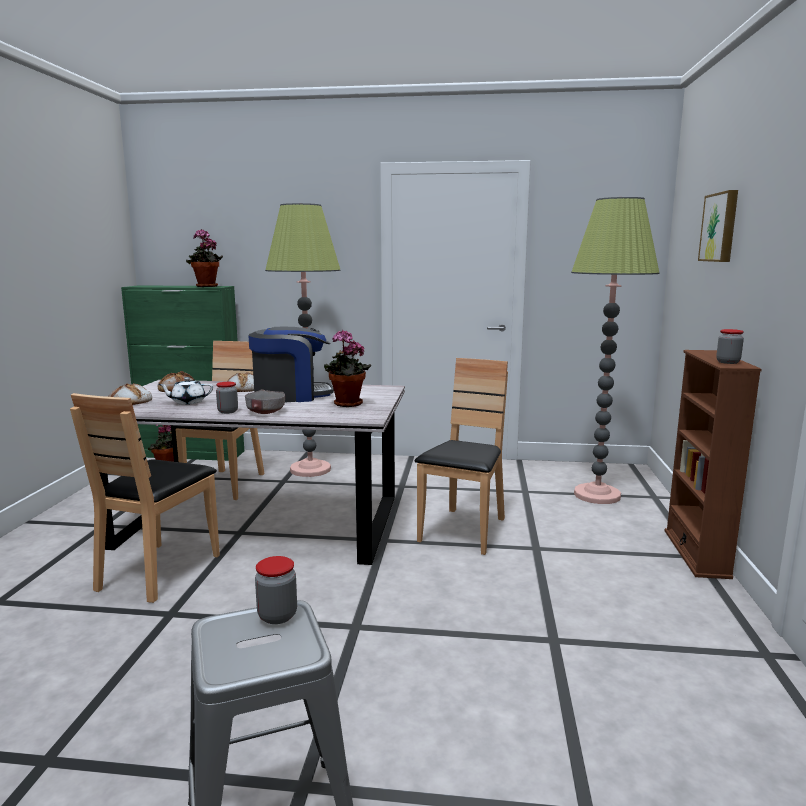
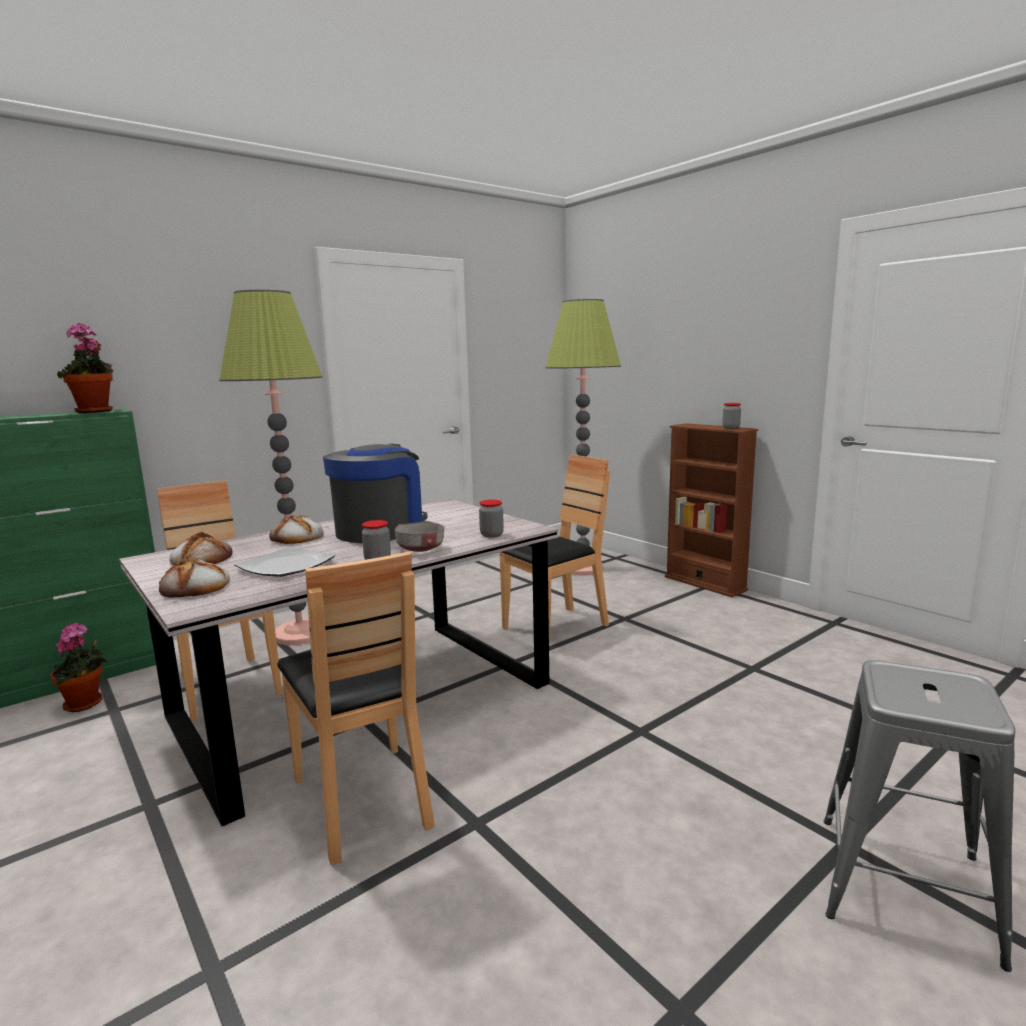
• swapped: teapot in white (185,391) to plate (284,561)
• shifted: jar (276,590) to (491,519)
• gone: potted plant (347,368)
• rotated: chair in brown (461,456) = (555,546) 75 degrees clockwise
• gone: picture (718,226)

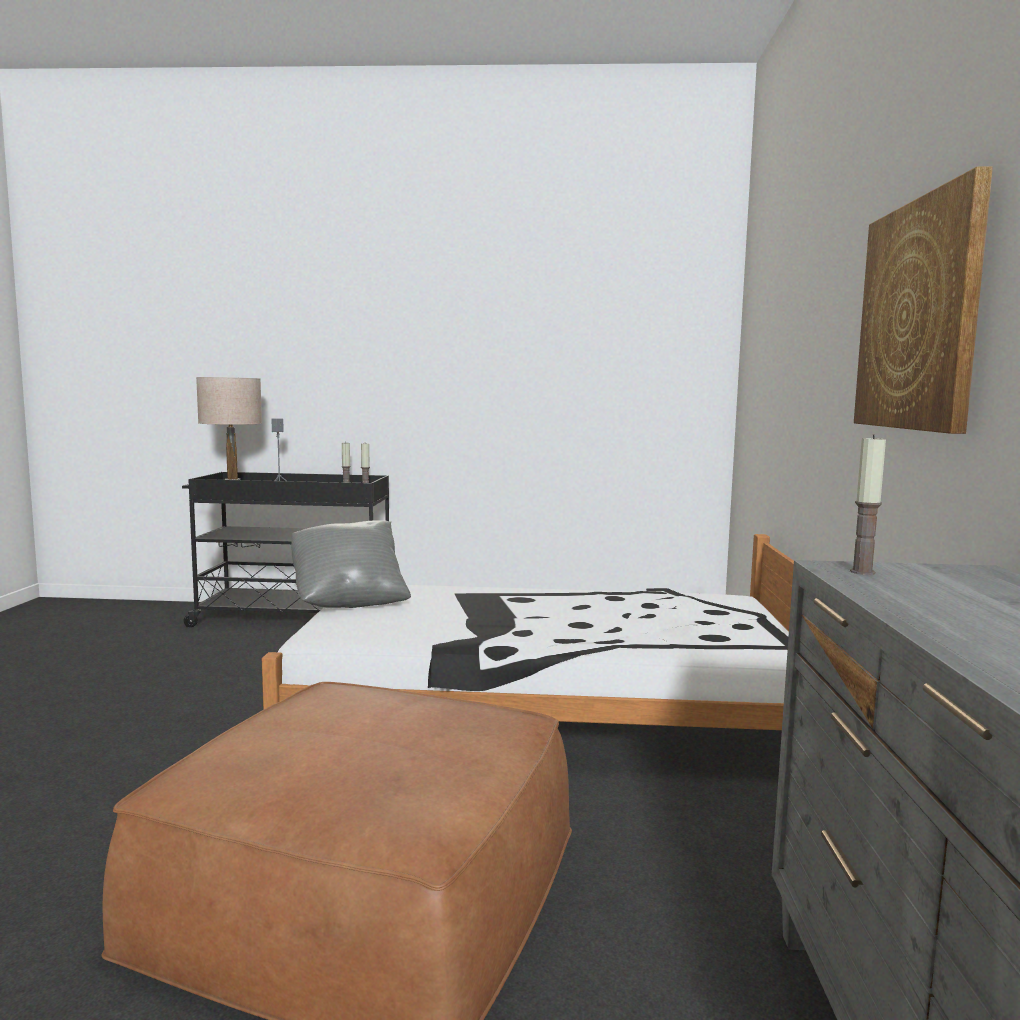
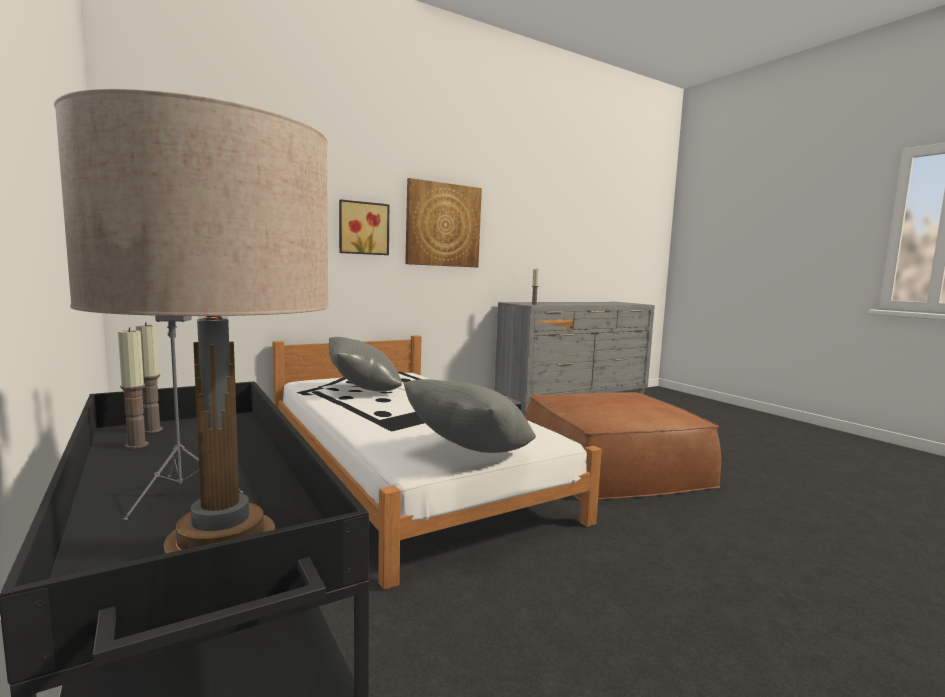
• new: pillow in grey (365,364)
• new: picture (364,227)

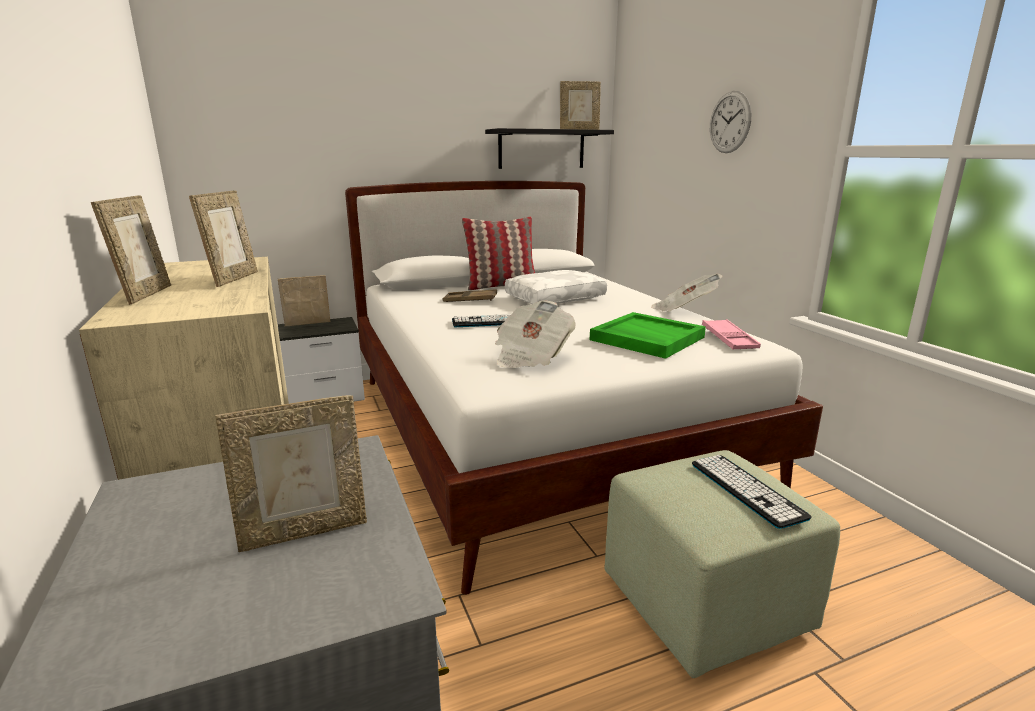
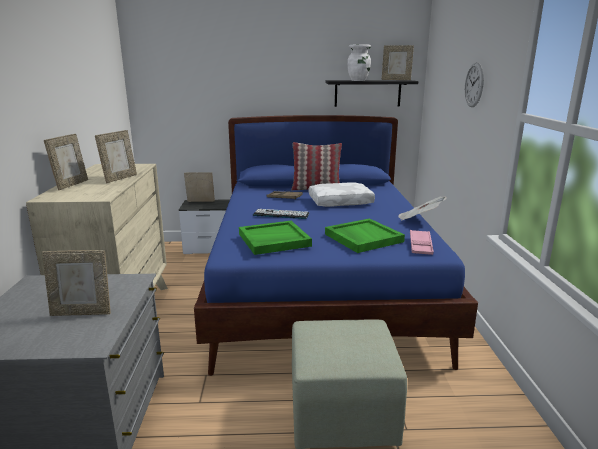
• repainted: bed in white (584,388) to bed in blue (336,245)
• swapped: newspaper (535,334) to tray in green (275,238)
• gone: keyboard (752,492)
• new: vase in white (359,62)

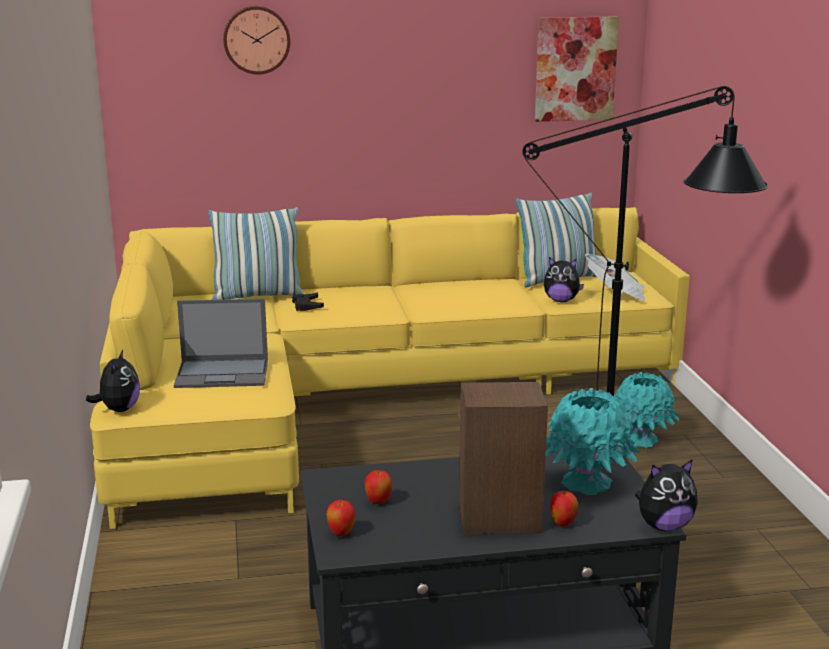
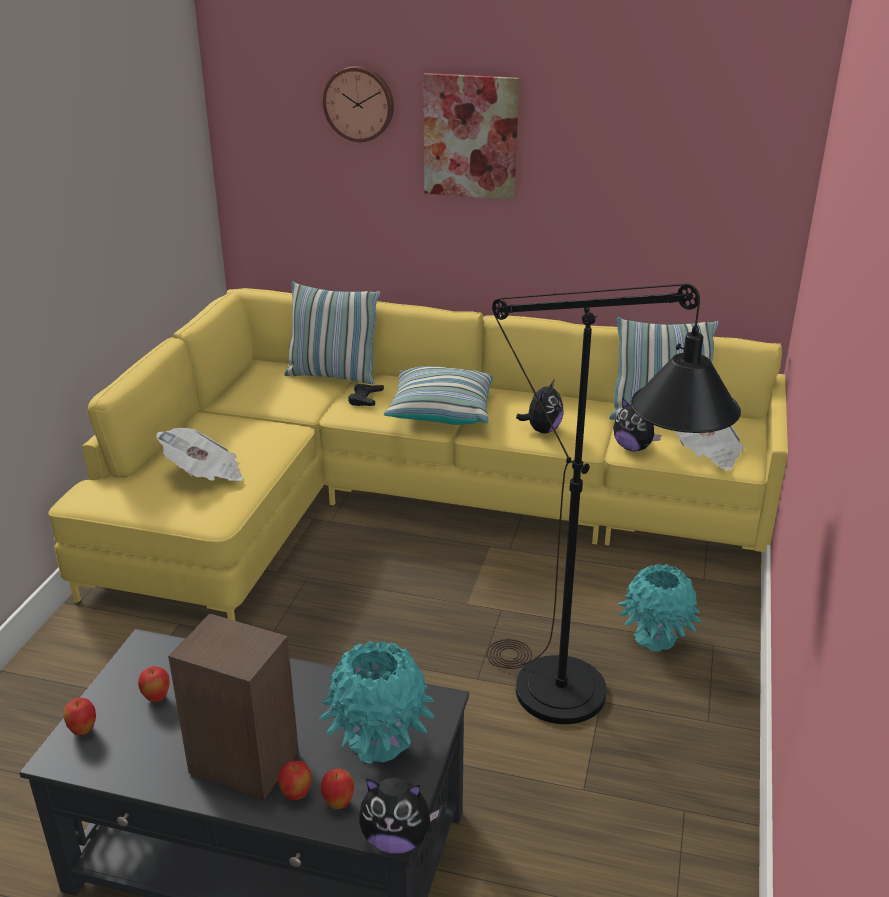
• shifted: plush toy (113,381) to (540,406)
• swapped: laptop (221,343) to newspaper (199,454)
• shifted: picture (577,69) to (471,136)
• new: apple (337,789)
• new: pillow (438,395)

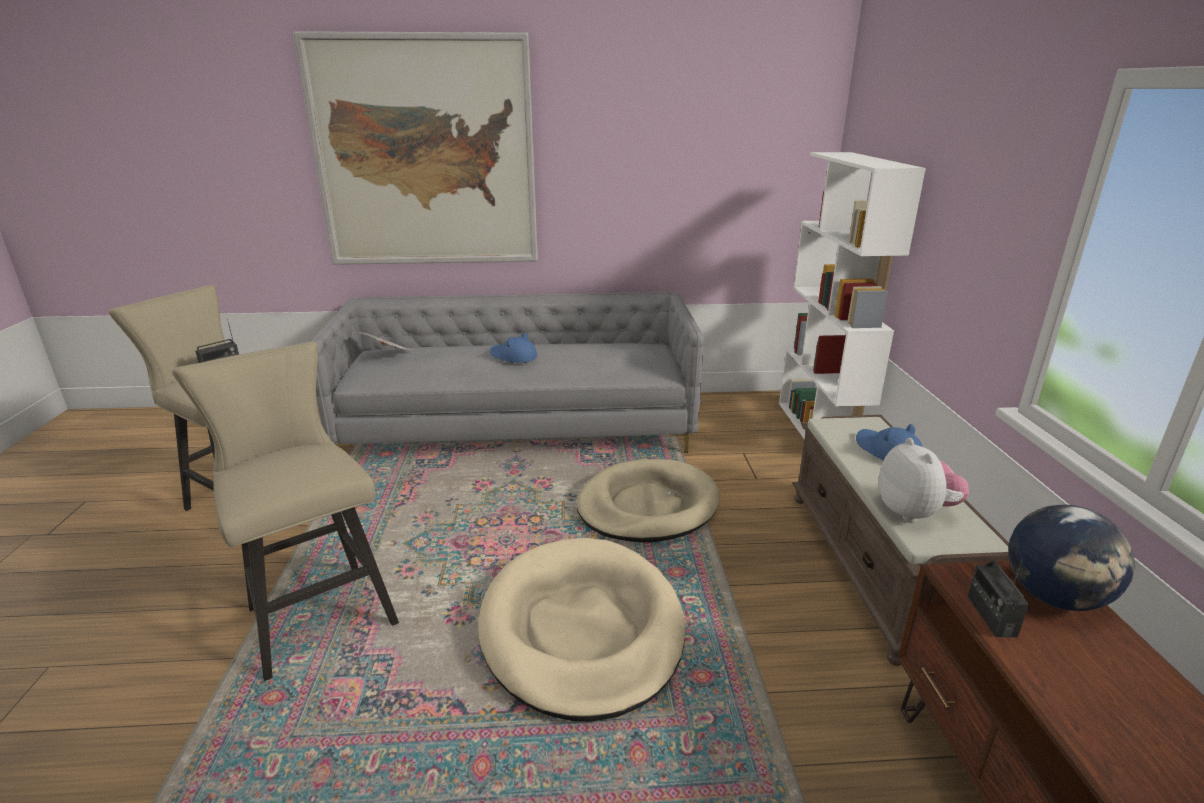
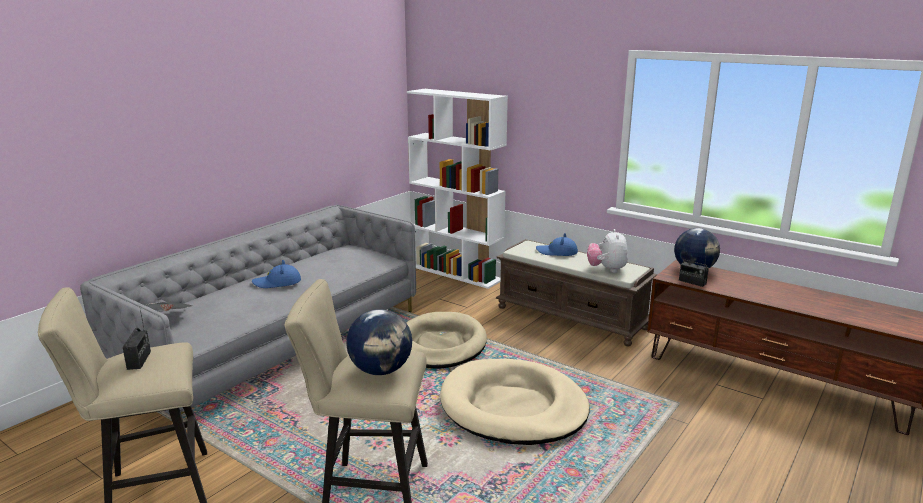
• gone: picture (415,148)
• rotated: plush toy (923,480) = (607,251) 120 degrees counterclockwise
• new: globe (379,342)

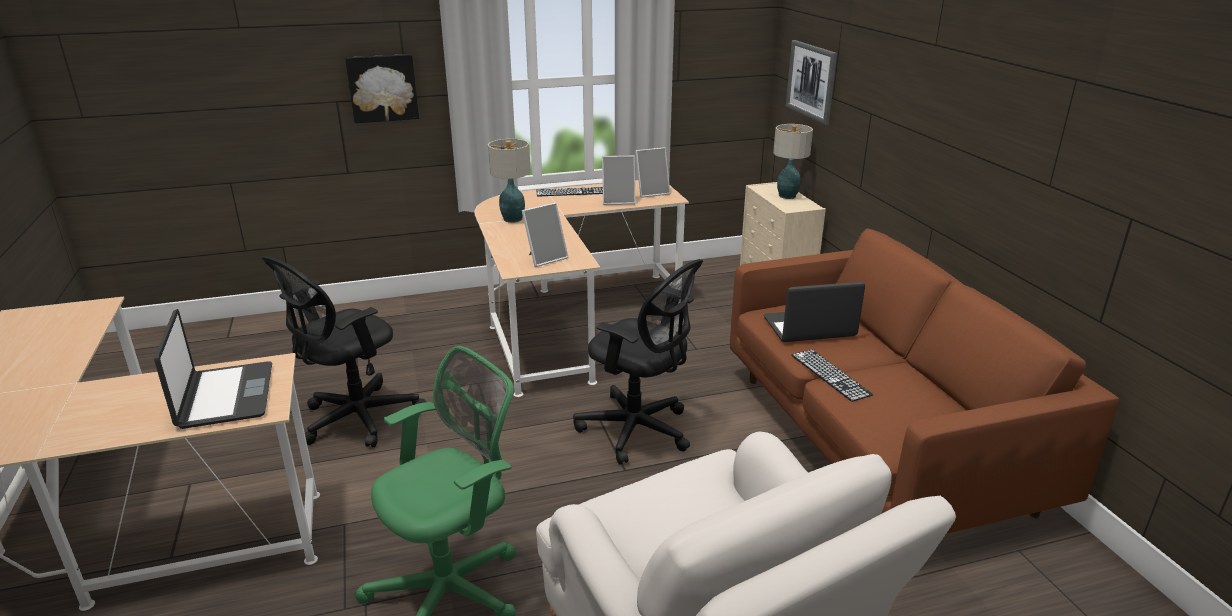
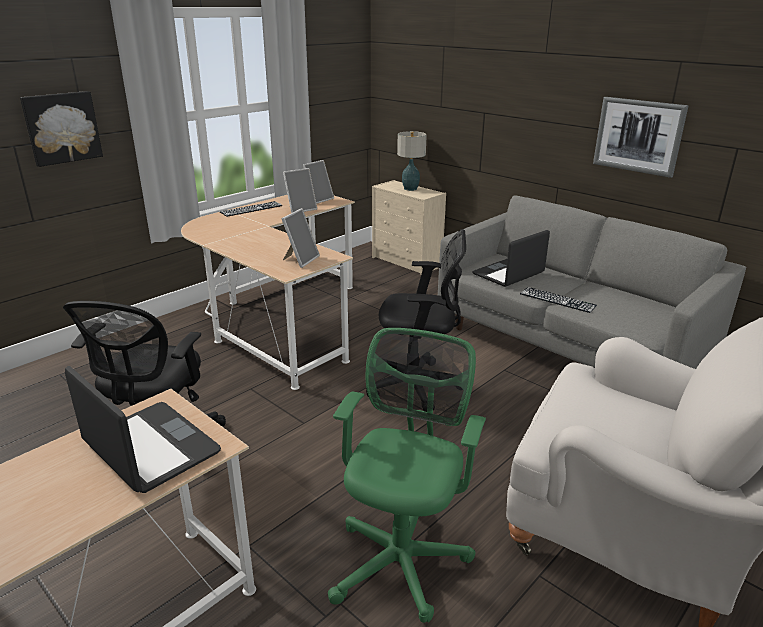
• gone: table lamp (509,181)
• repainted: sofa in brown (925,381) to sofa in grey (592,282)
• shifted: picture (811,82) to (641,137)

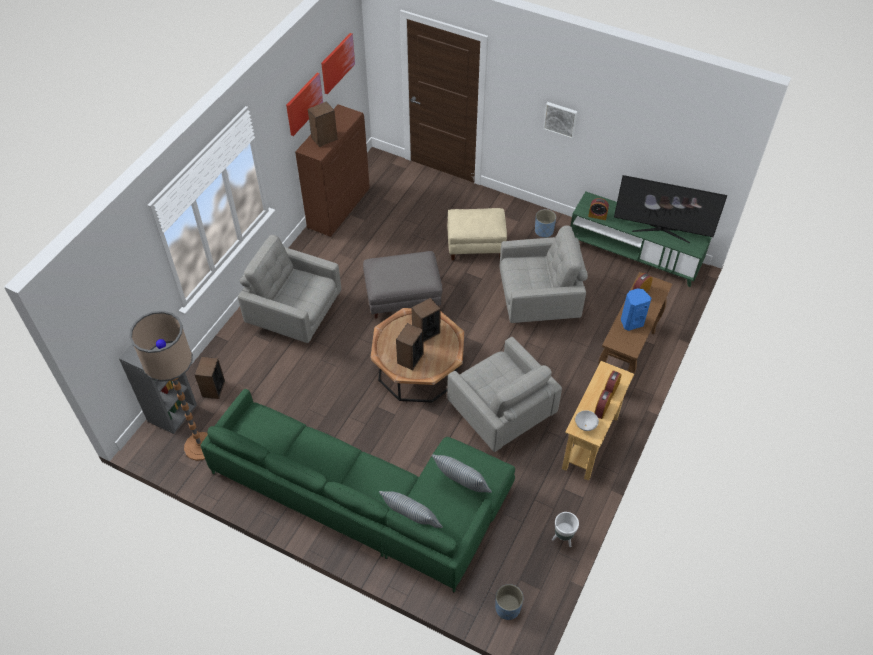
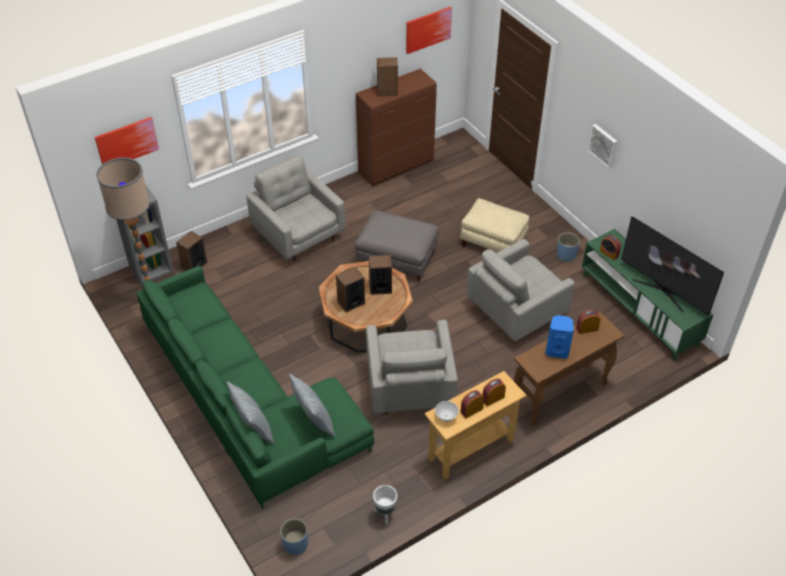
• shifted: picture (304,104) to (127,140)
• rotated: armchair in grey (544,274) = (520,290) 120 degrees clockwise

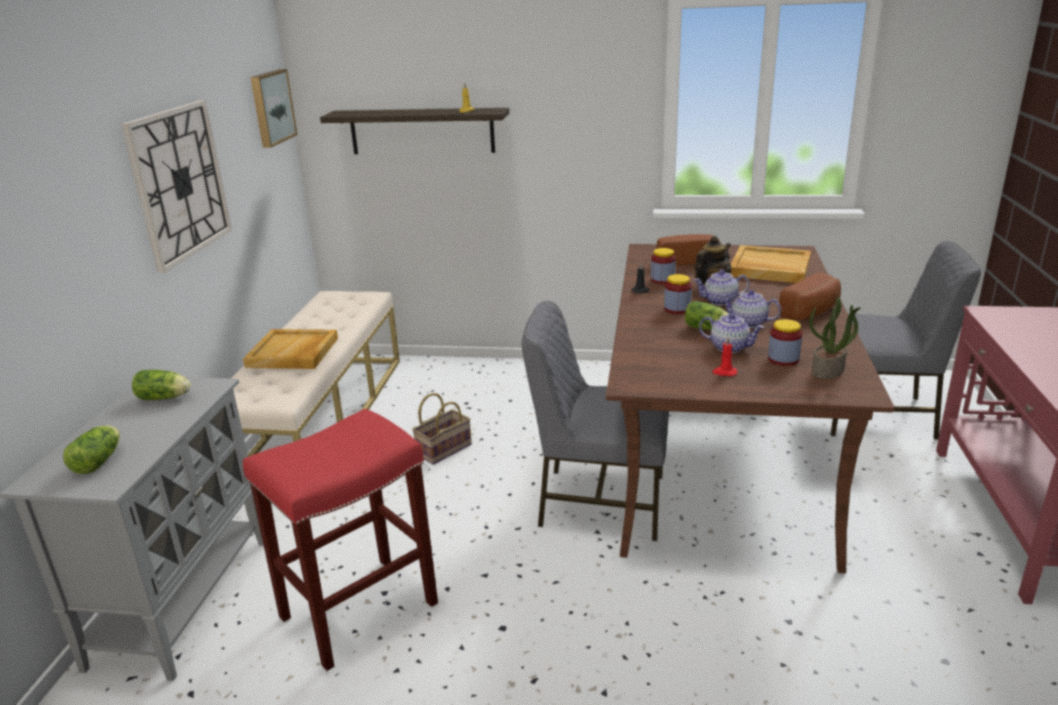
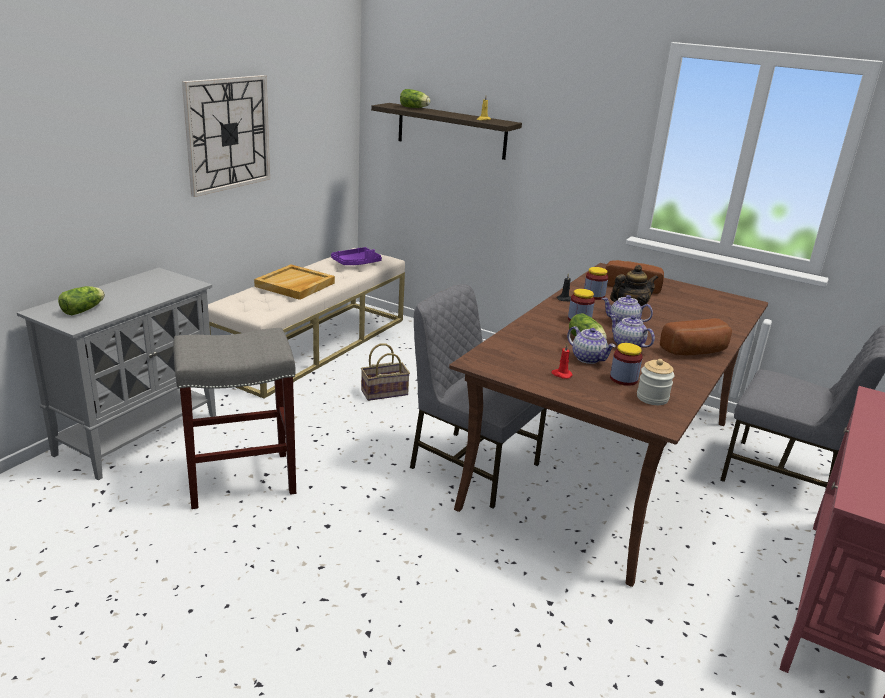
• shifted: lettuce (161,385) to (415,98)
• repainted: stool in red (340,540) to stool in grey (234,418)
• gone: picture (273,108)
• gone: tray in beige (770,264)
• swapped: potted plant (835,338) to jar (656,382)
• new: tray in purple (356,256)

